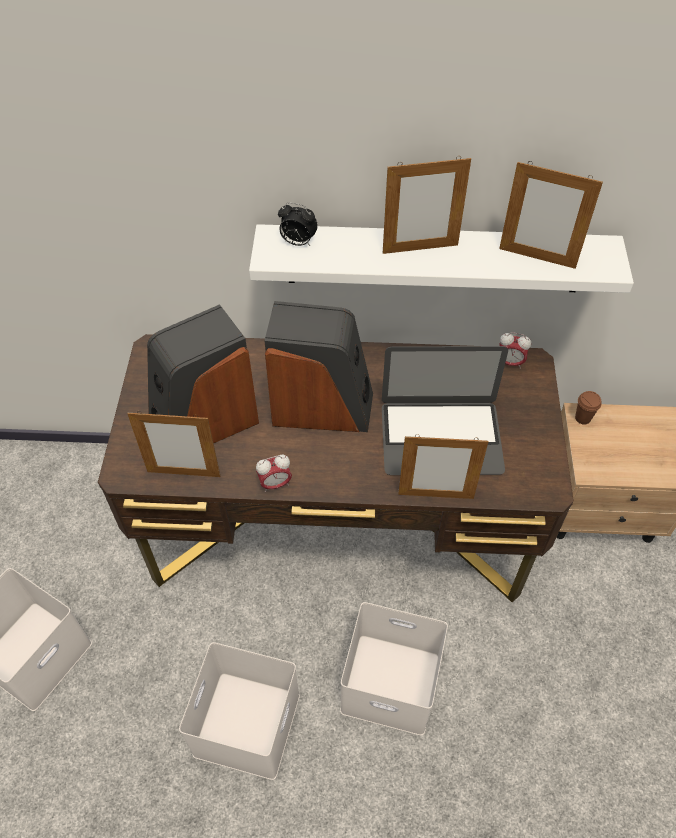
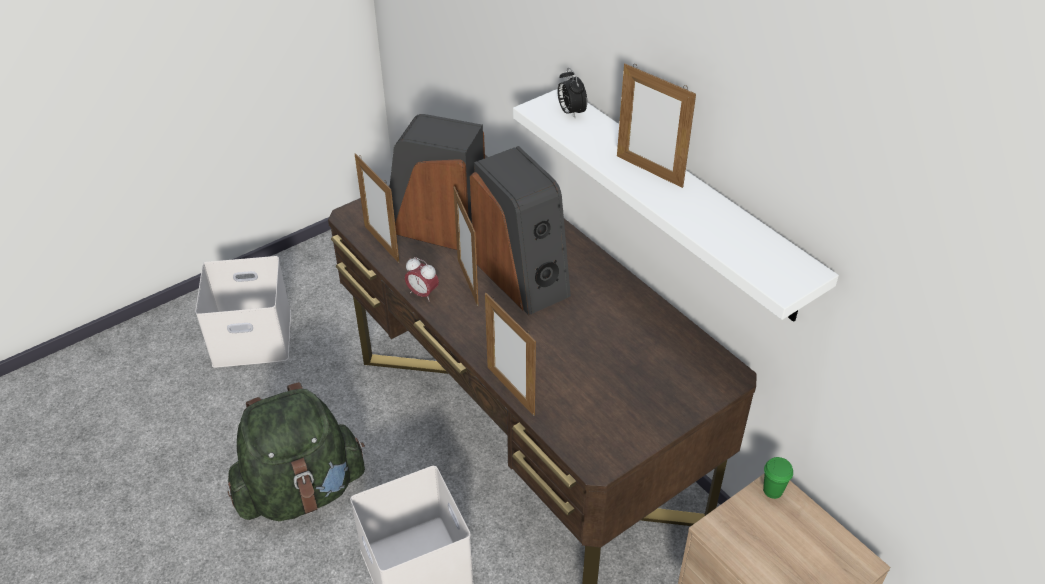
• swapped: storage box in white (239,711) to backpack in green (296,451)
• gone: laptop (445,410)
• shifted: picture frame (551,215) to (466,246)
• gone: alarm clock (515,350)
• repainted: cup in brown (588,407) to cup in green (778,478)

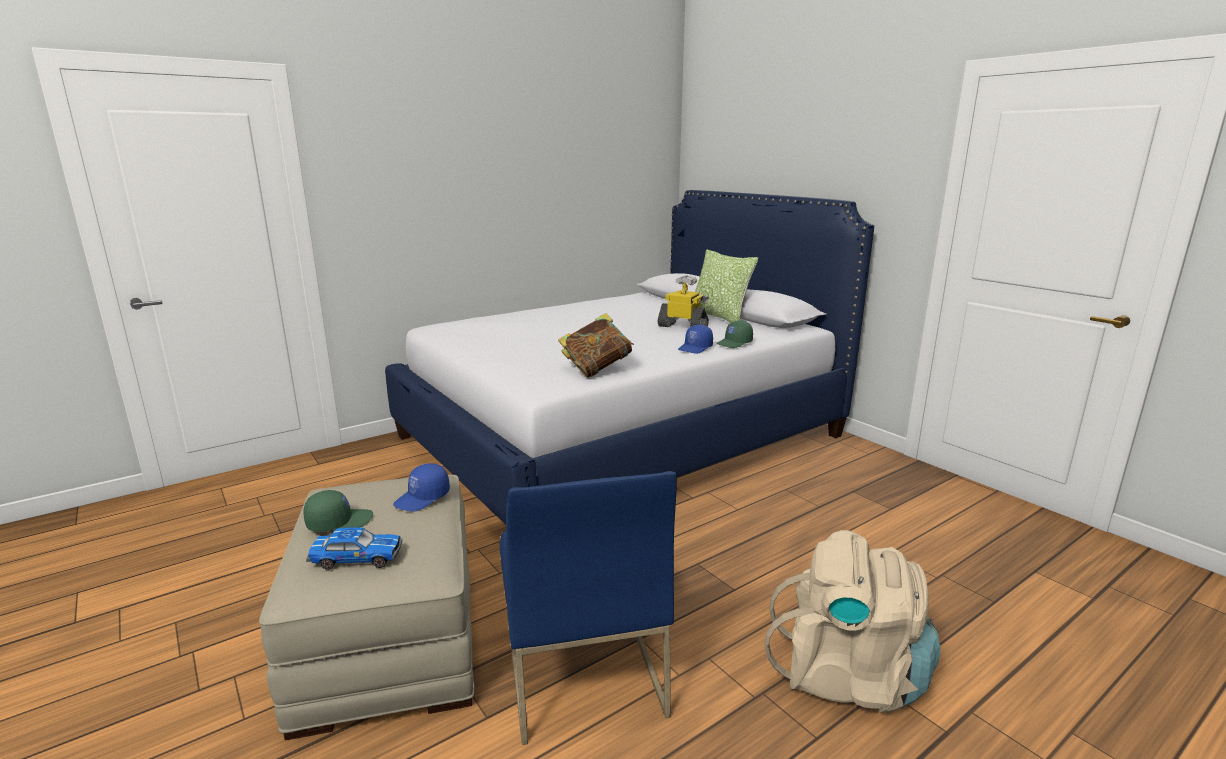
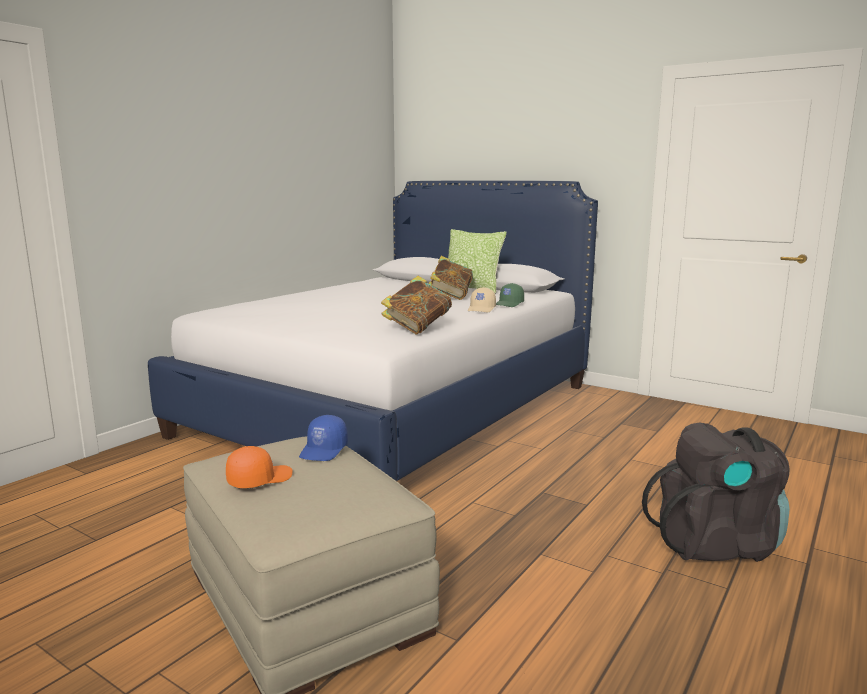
• repainted: cap in green (338,511) to cap in orange (259,467)
• gone: toy car (354,548)
• gone: chair in blue (588,608)
• swapped: toy robot (683,301) to book (450,278)
• repainted: cap in blue (695,339) to cap in beige (482,300)
• repainted: backpack in beige (852,621) to backpack in black (716,492)

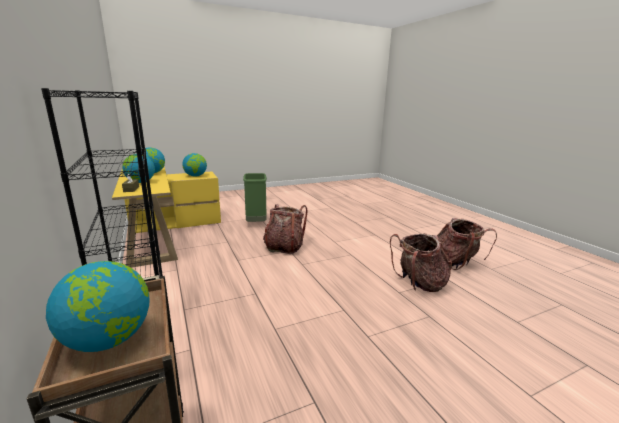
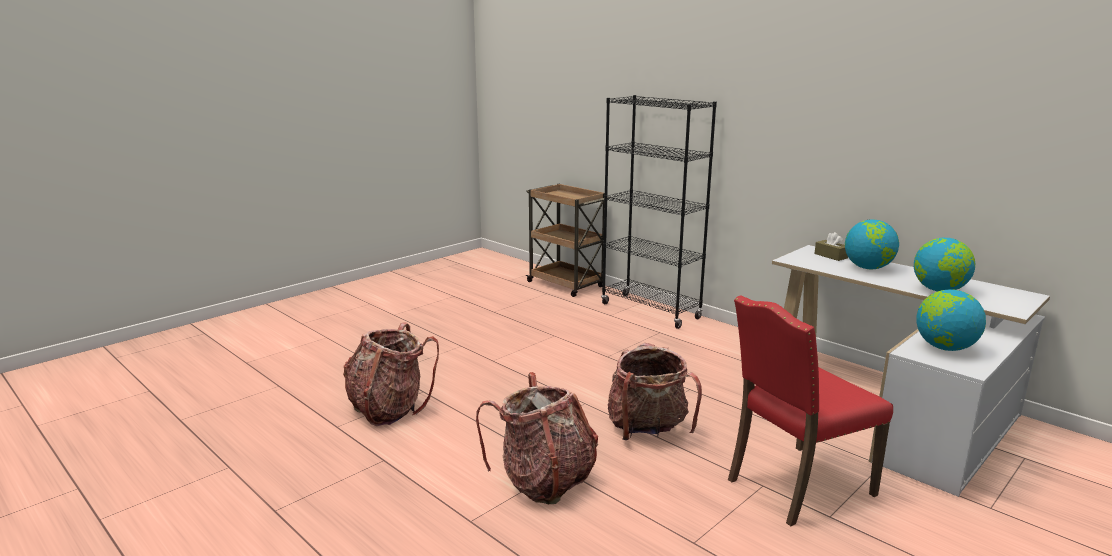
• gone: globe (98,306)
• repainted: desk in yellow (166,217) to desk in white (911,371)
• swapped: trash can in green (255,197) to chair in red (810,410)
• shifted: backpack (467,244) to (537,438)

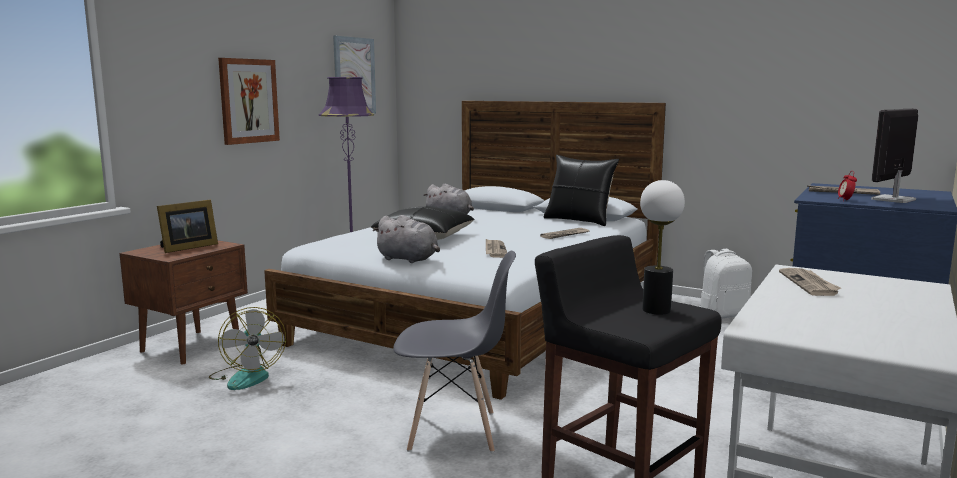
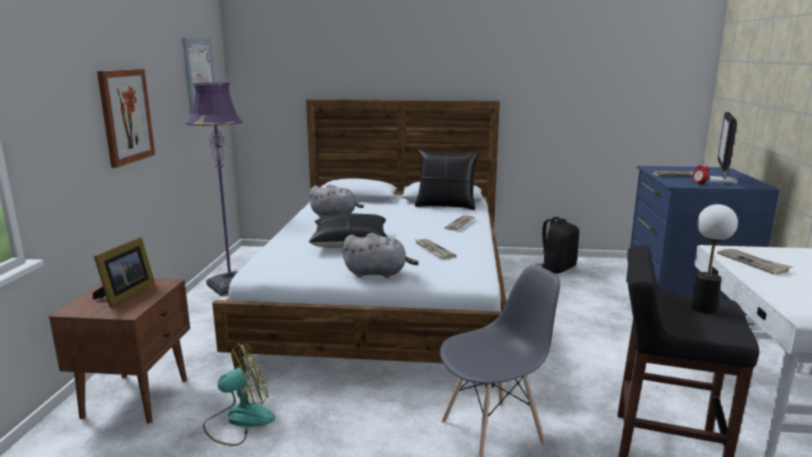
• rotated: fan (247,348) = (239,394) 75 degrees counterclockwise
• repainted: backpack in white (725,284) to backpack in black (558,245)

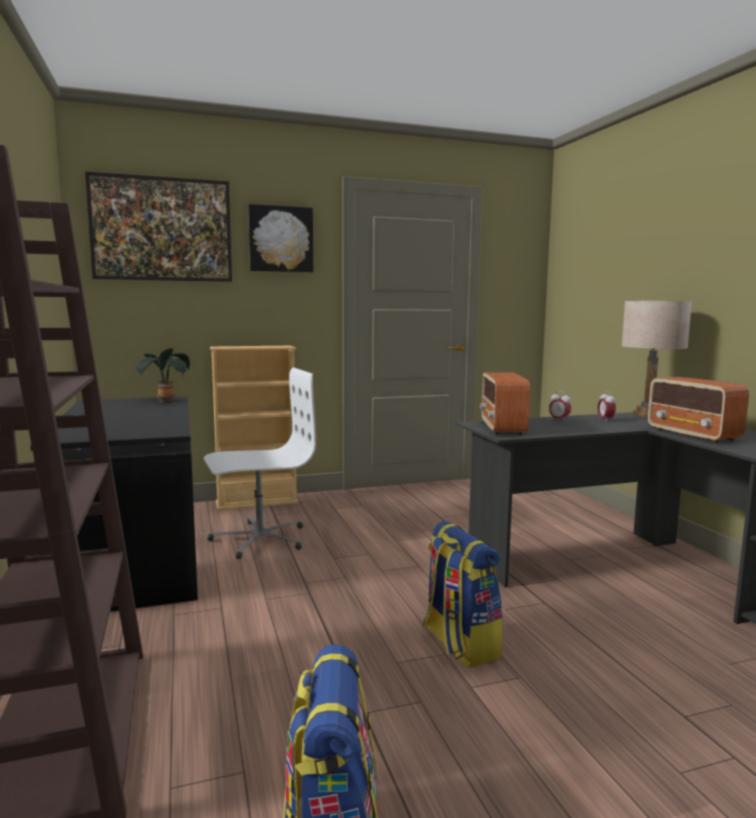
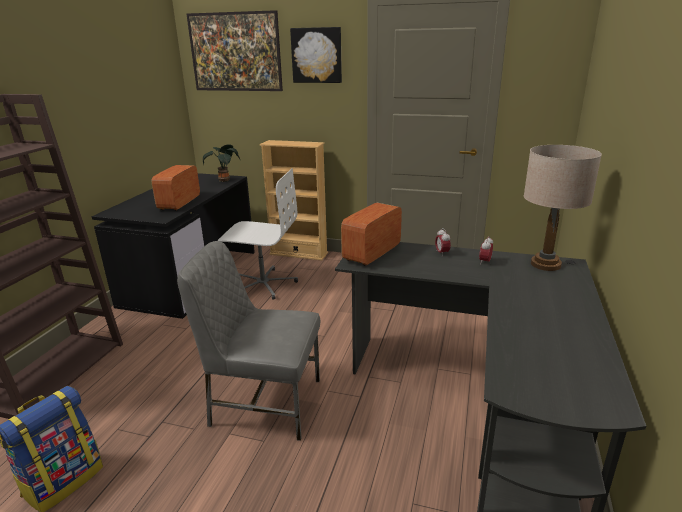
• swapped: backpack (462,594) to chair in grey (248,341)
• shifted: radio (698,410) to (175,188)

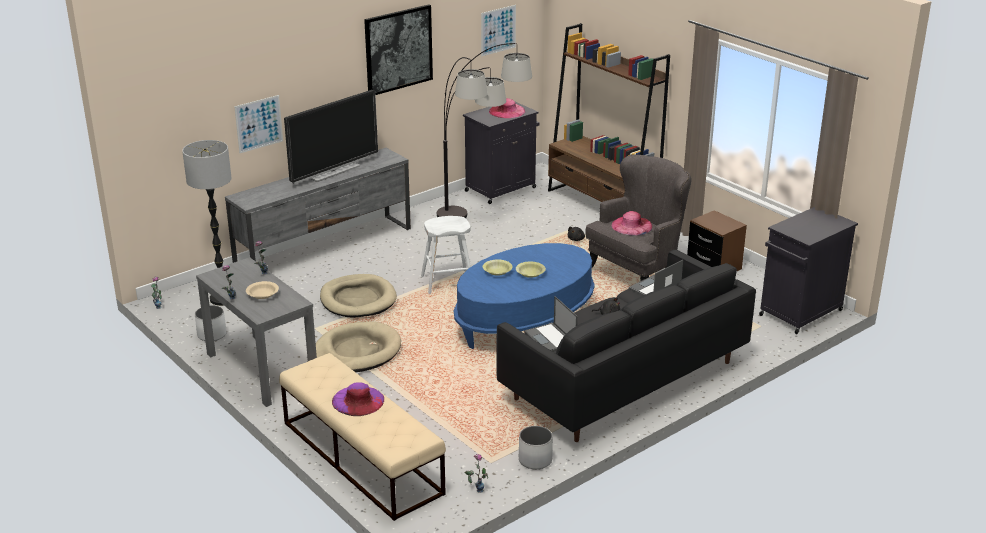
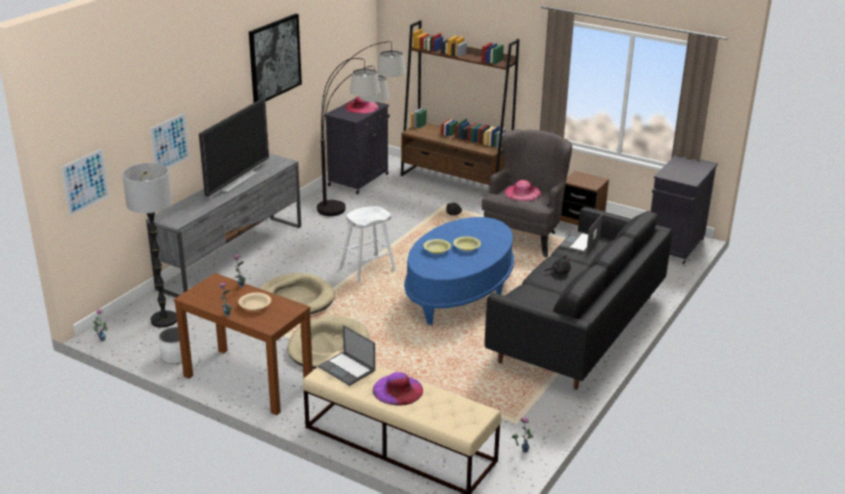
• repainted: console table in grey (256,332) to console table in brown (243,344)
• shifted: picture (498,30) to (85,182)
• gone: planter in white (536,447)
• shifted: laptop (551,324) to (346,355)

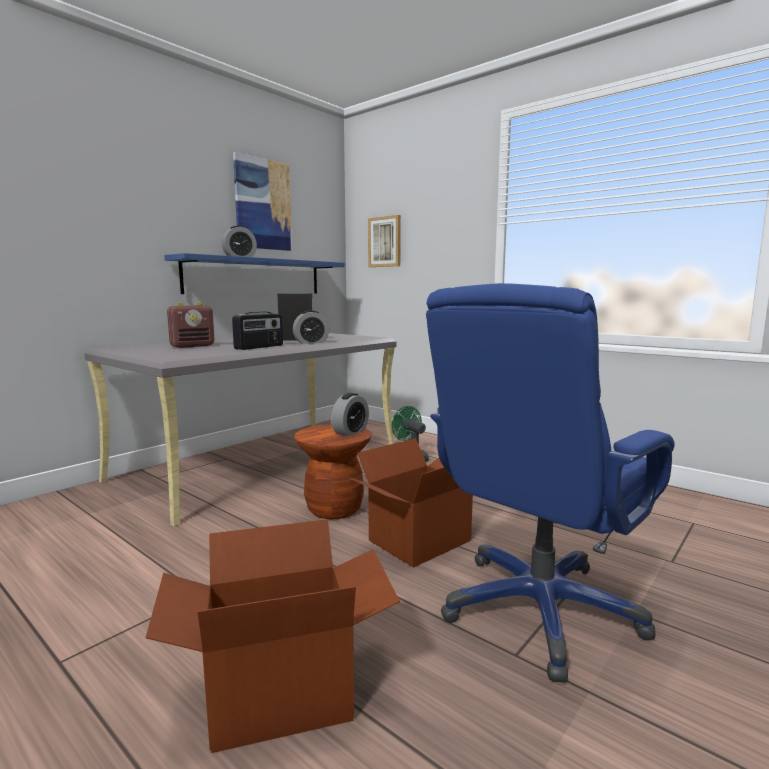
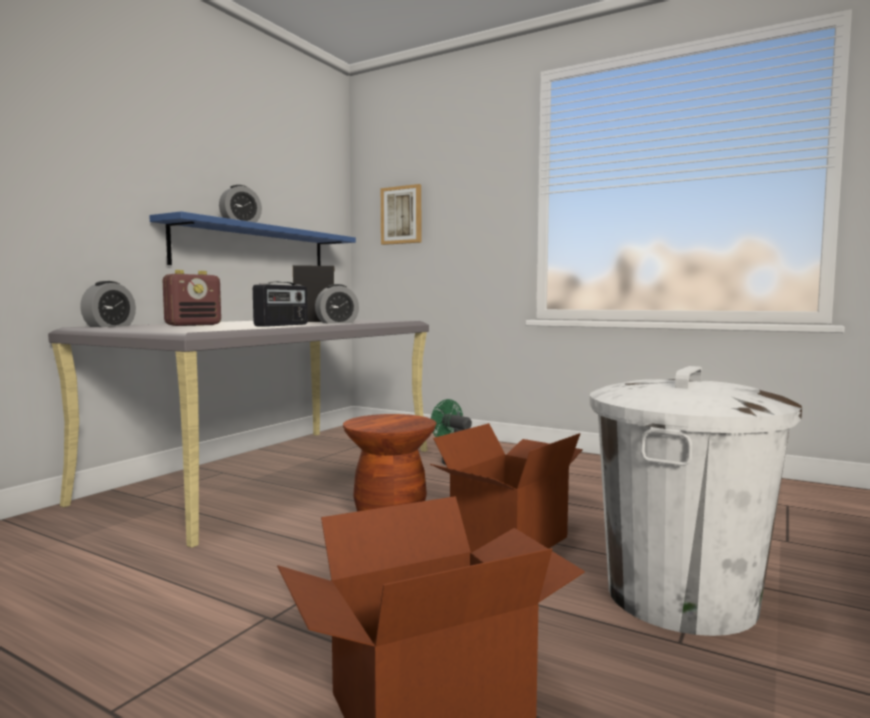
• gone: picture (262,201)
• shifted: alarm clock (350,414) to (108,304)
• swapped: office chair in blue (550,483) to trash can in white (695,501)

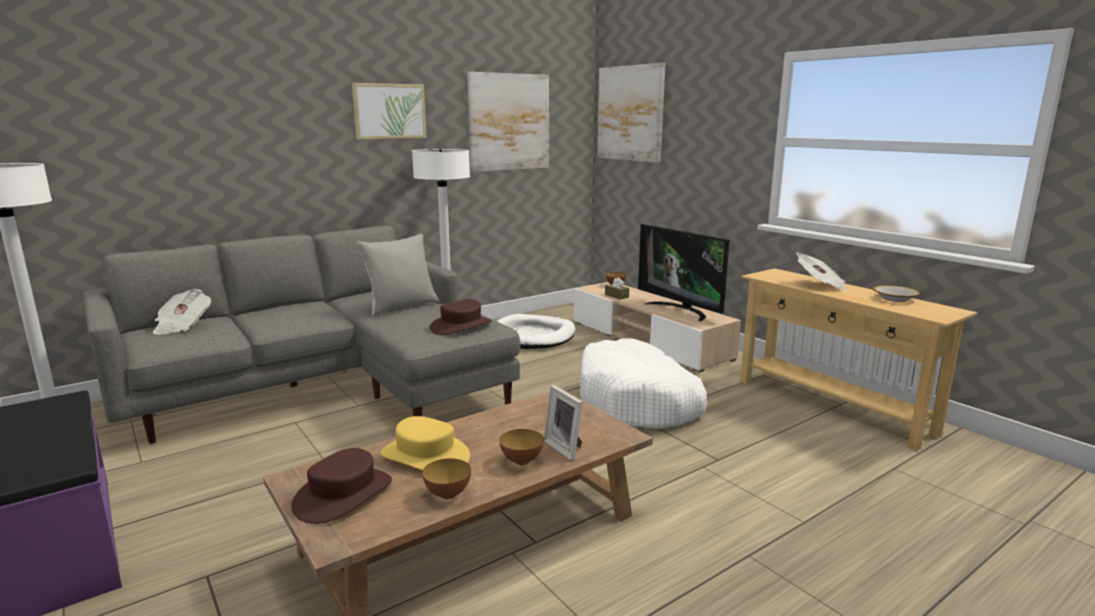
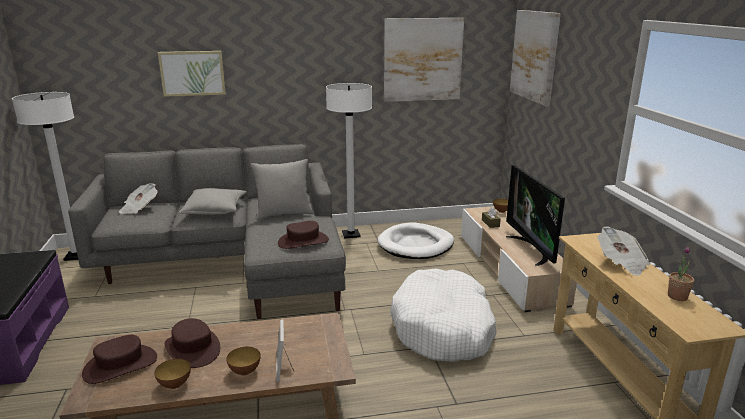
• shifted: picture (389,111) to (192,74)
• repainted: hat in yellow (425,443) to hat in brown (192,343)
• swapped: bowl (896,293) to potted plant (681,273)
• new: pillow in grey (213,201)

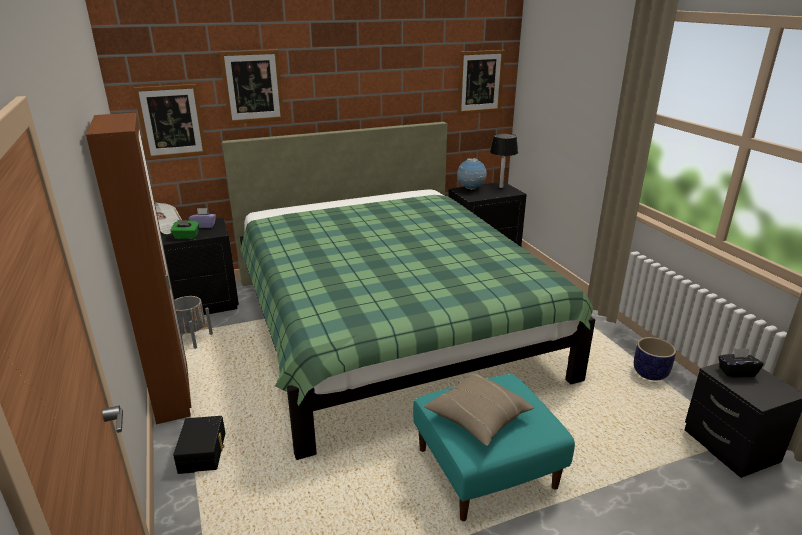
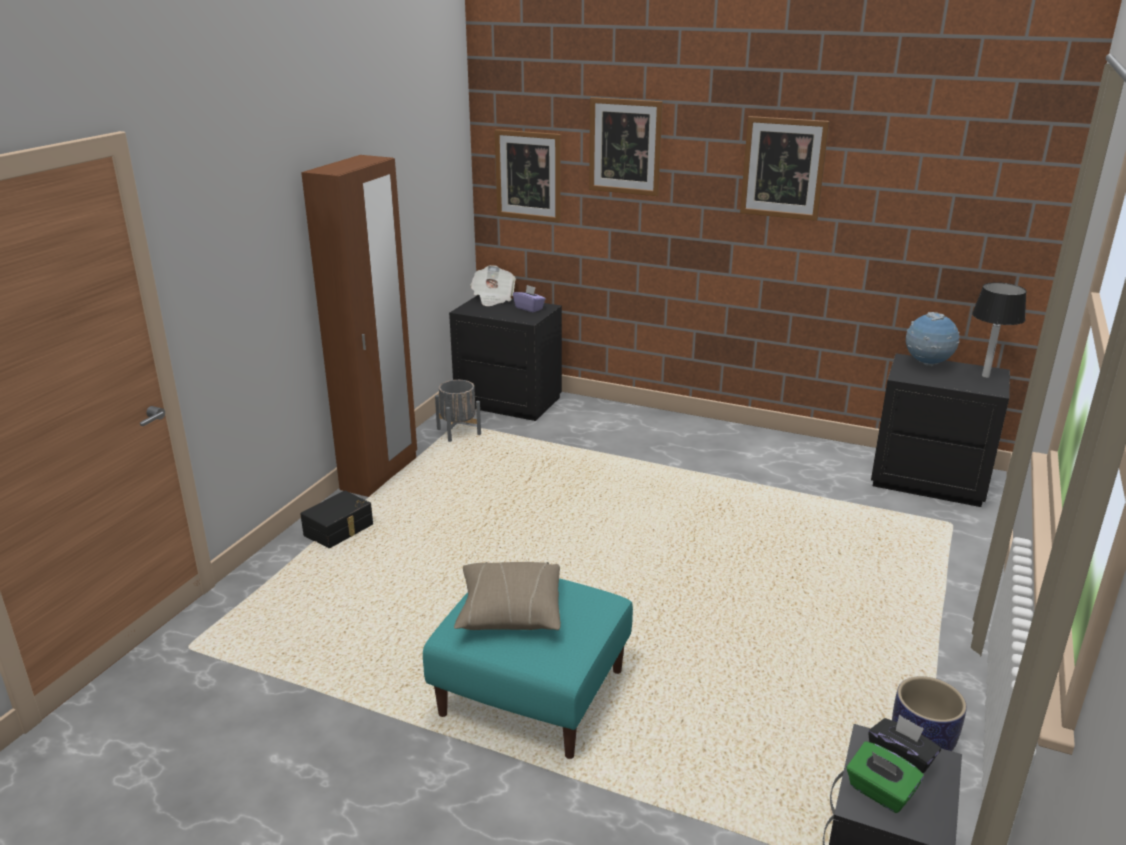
• shifted: tissue box in green (184,229) to (885,777)
• gone: bed in green (408,291)
• shifted: picture (481,82) to (784,168)

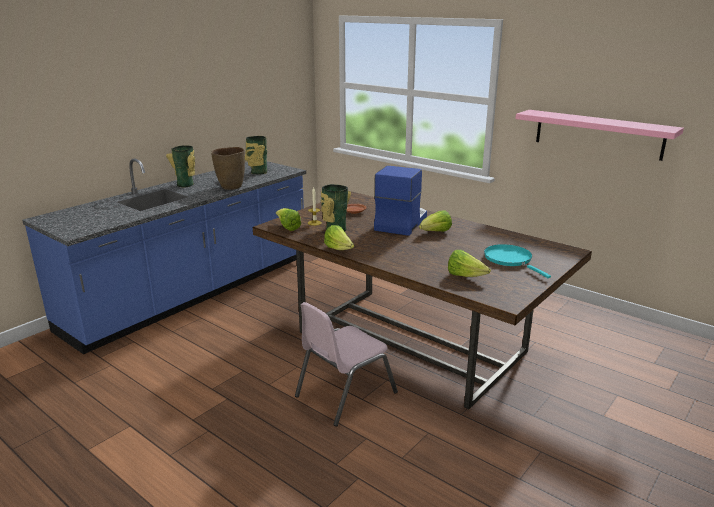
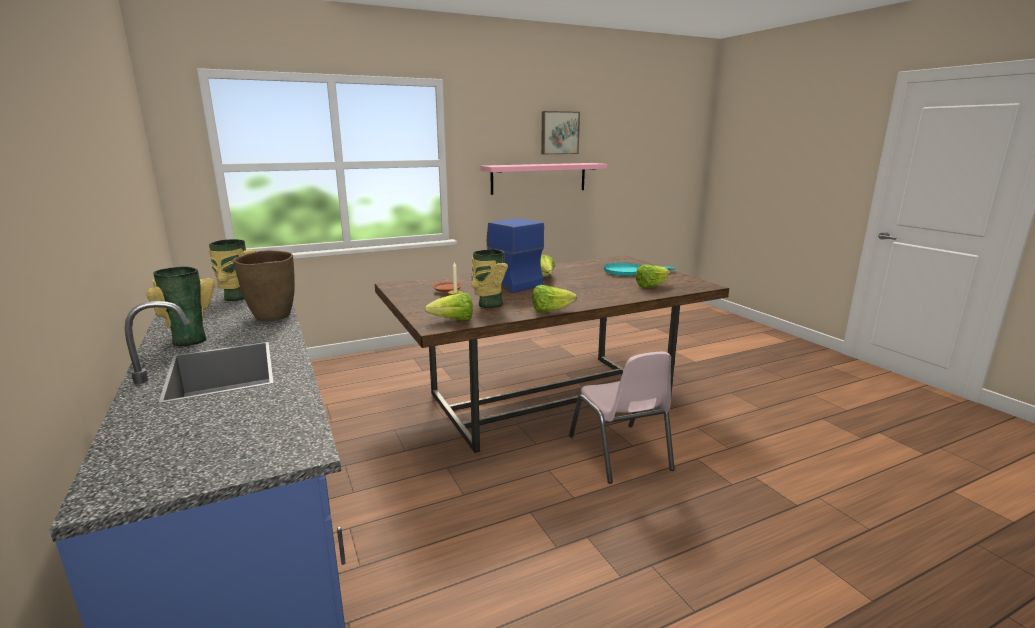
• new: picture (560,132)

